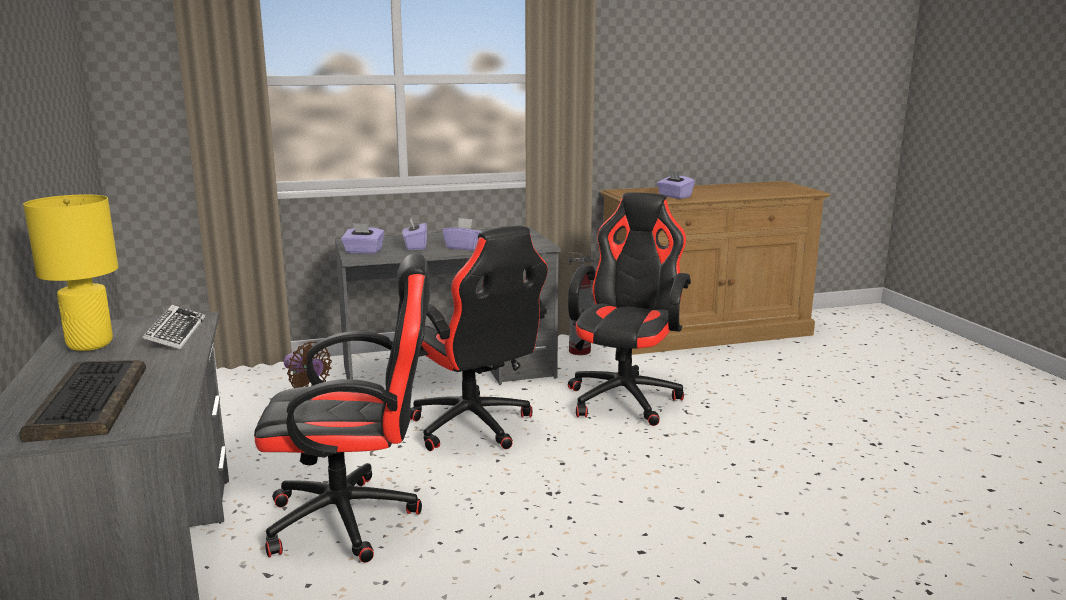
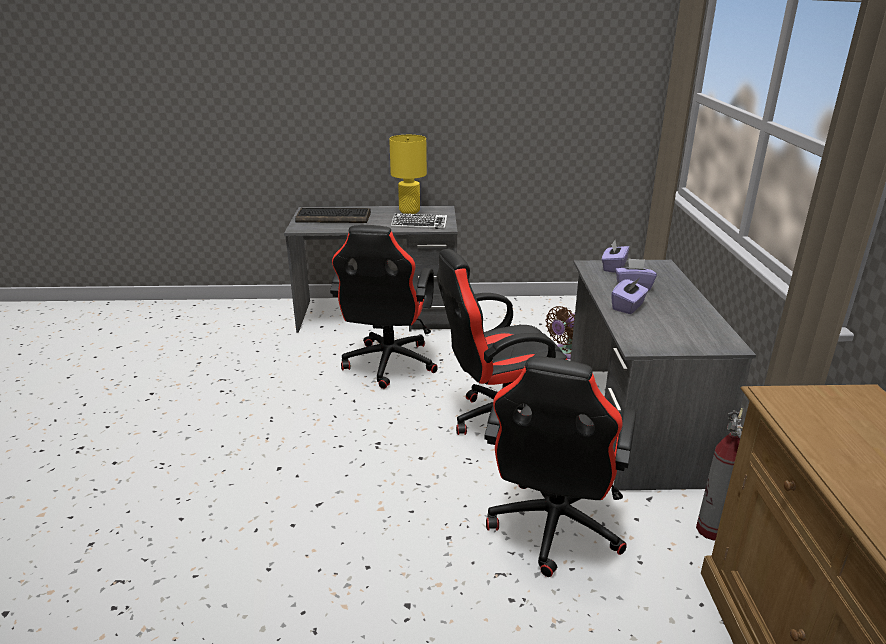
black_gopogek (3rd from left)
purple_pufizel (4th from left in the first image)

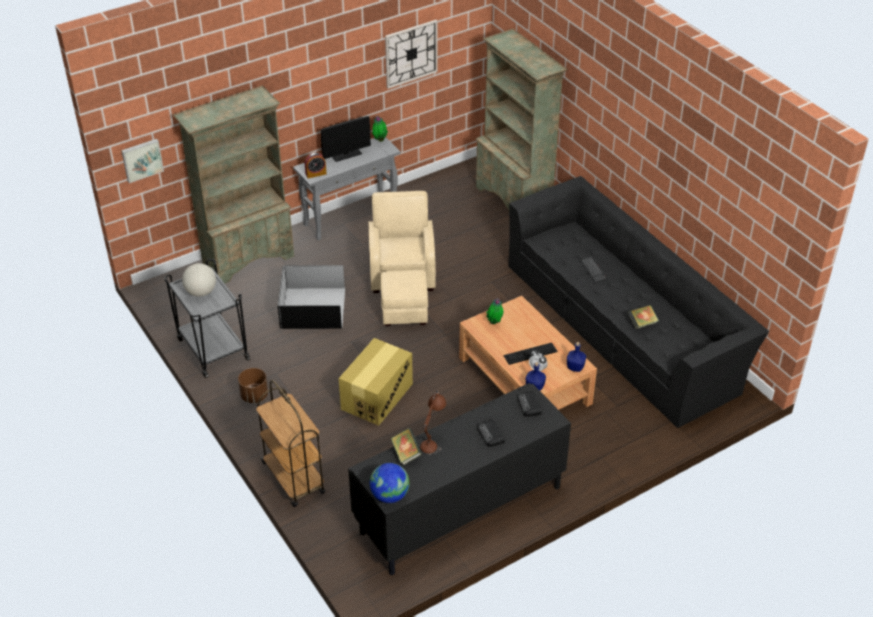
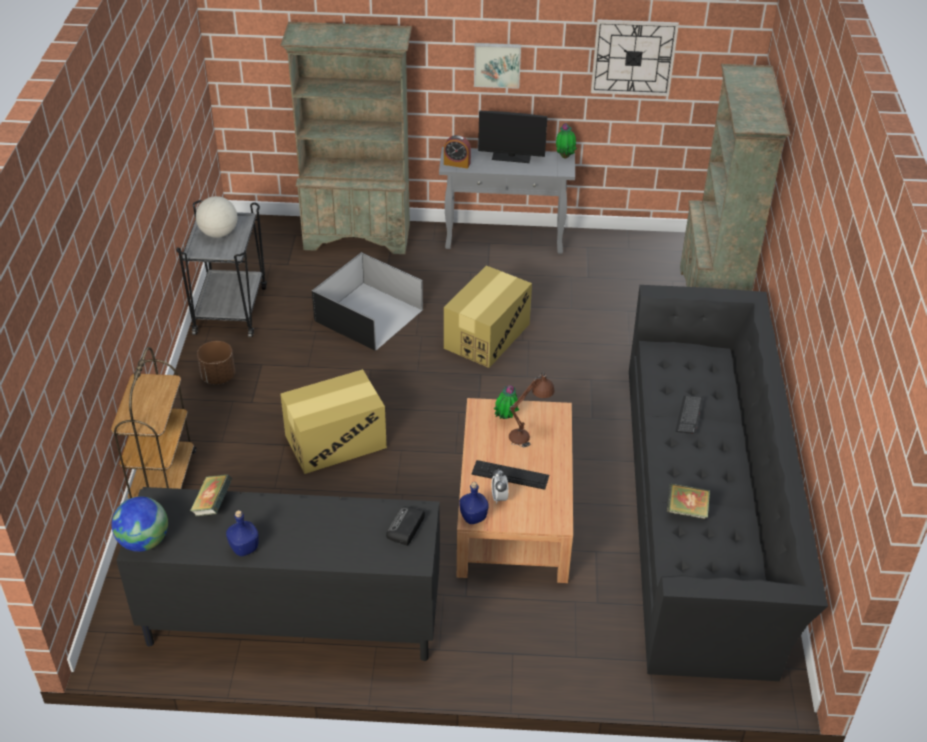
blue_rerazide (1st from left)
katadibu (2nd from left)
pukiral
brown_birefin
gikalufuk (1st from left in the first image)

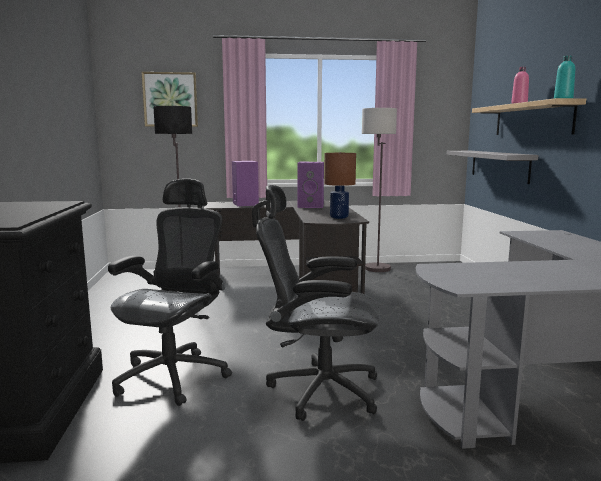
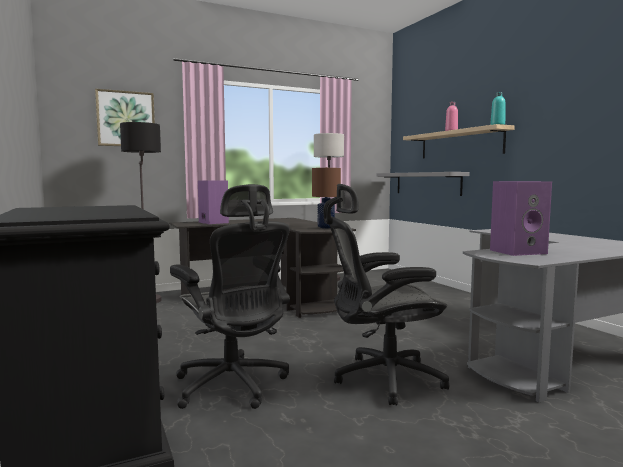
gopogek (1st from left)
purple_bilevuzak (2nd from left)

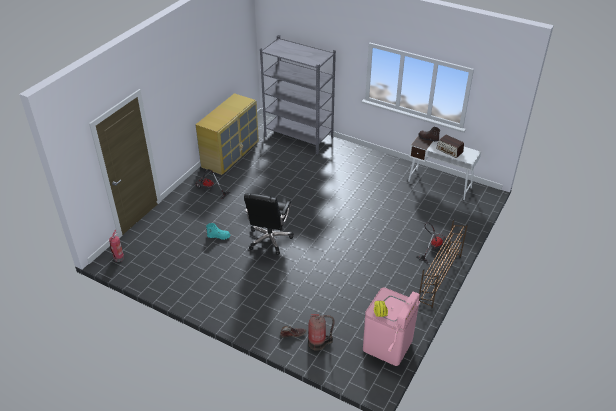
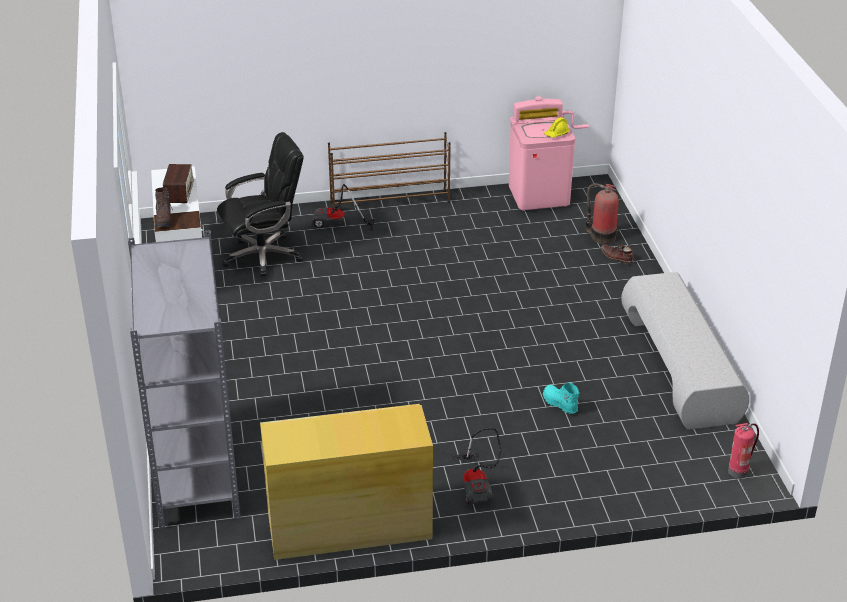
black_gopogek
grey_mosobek

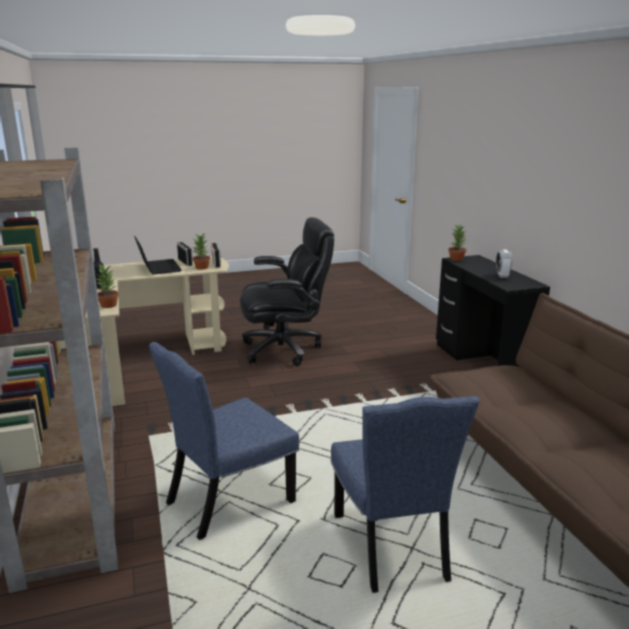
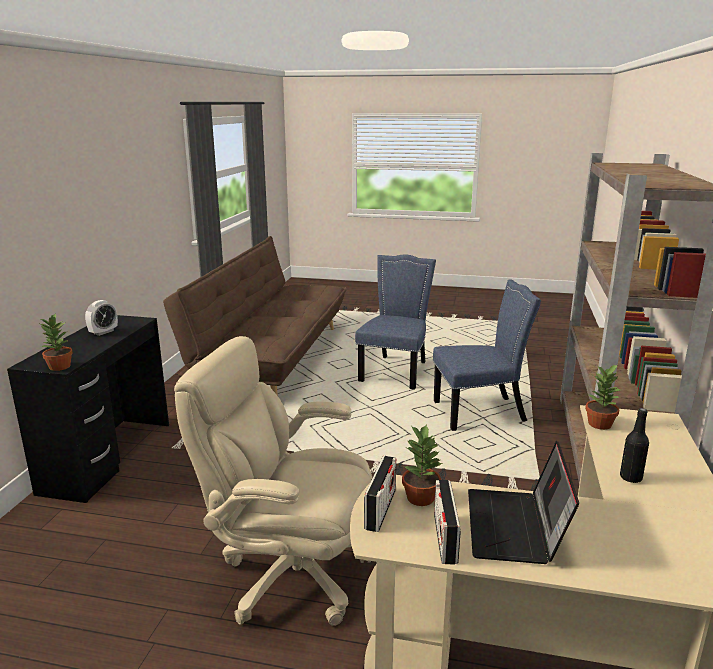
beige_gopogek

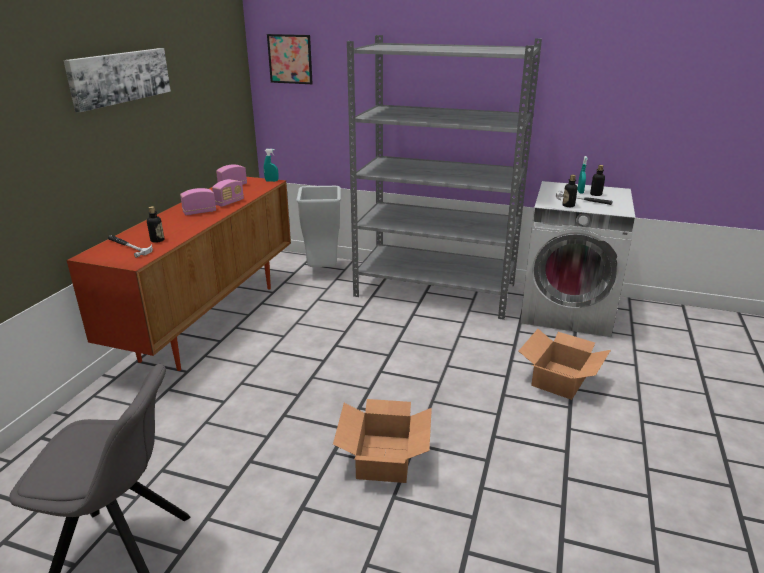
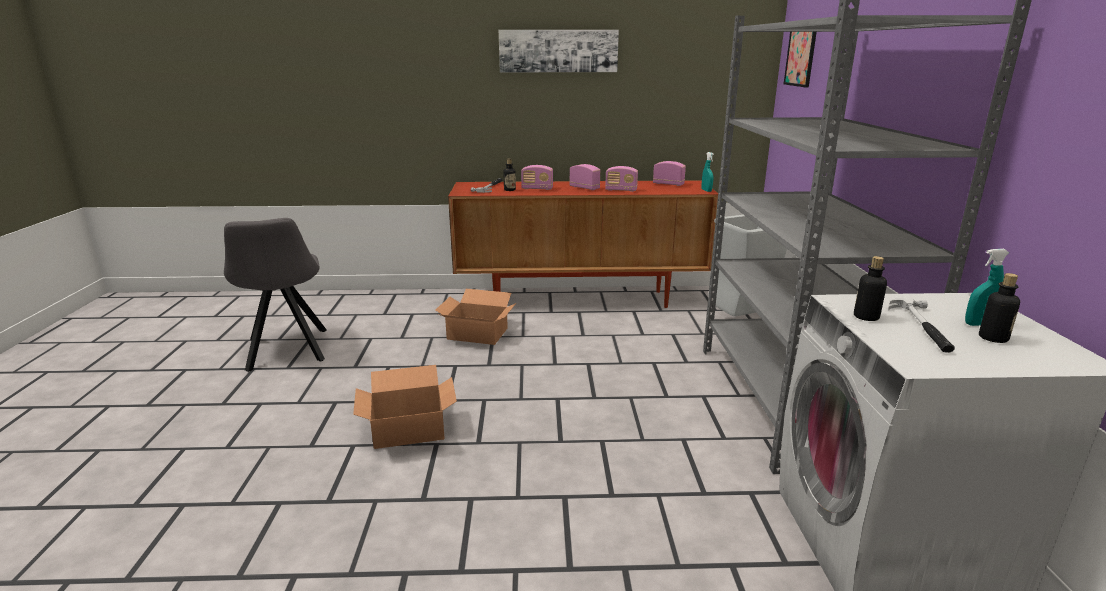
katadibu (2nd from left)
gikalufuk (1st from left)

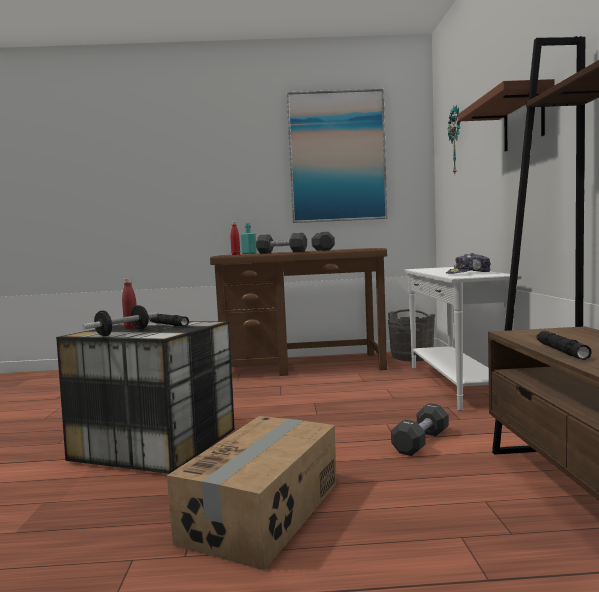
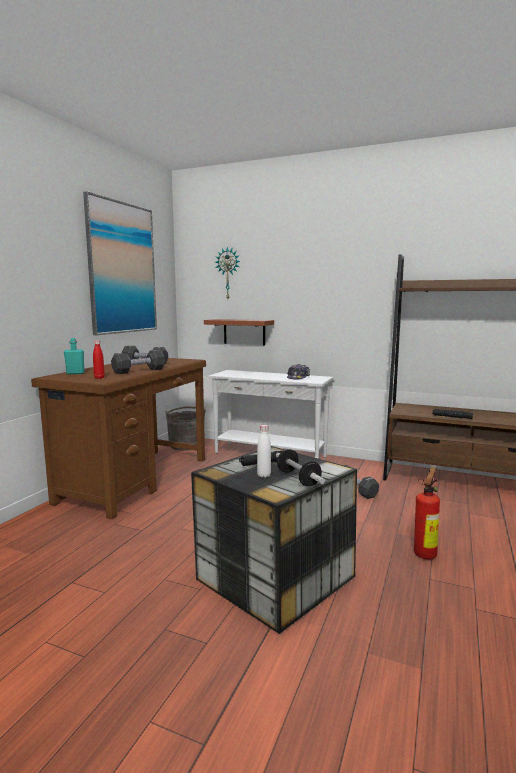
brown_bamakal
white_rerazide
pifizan

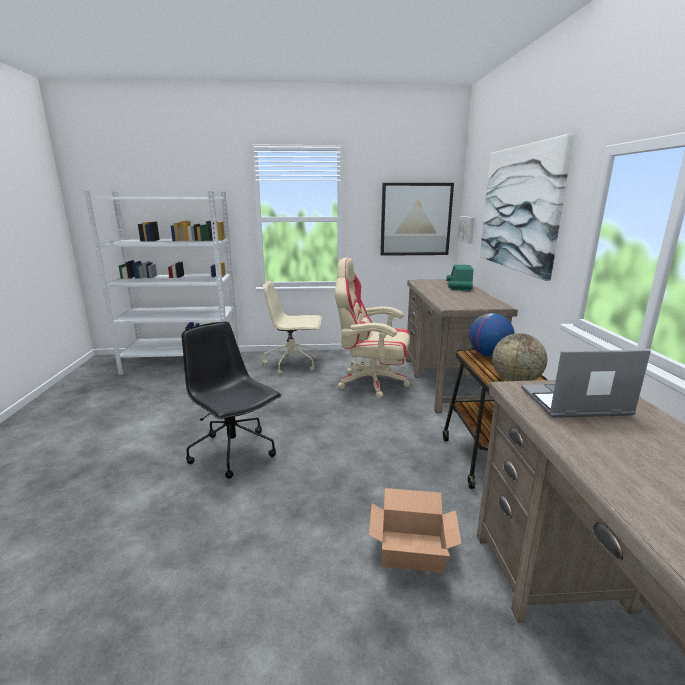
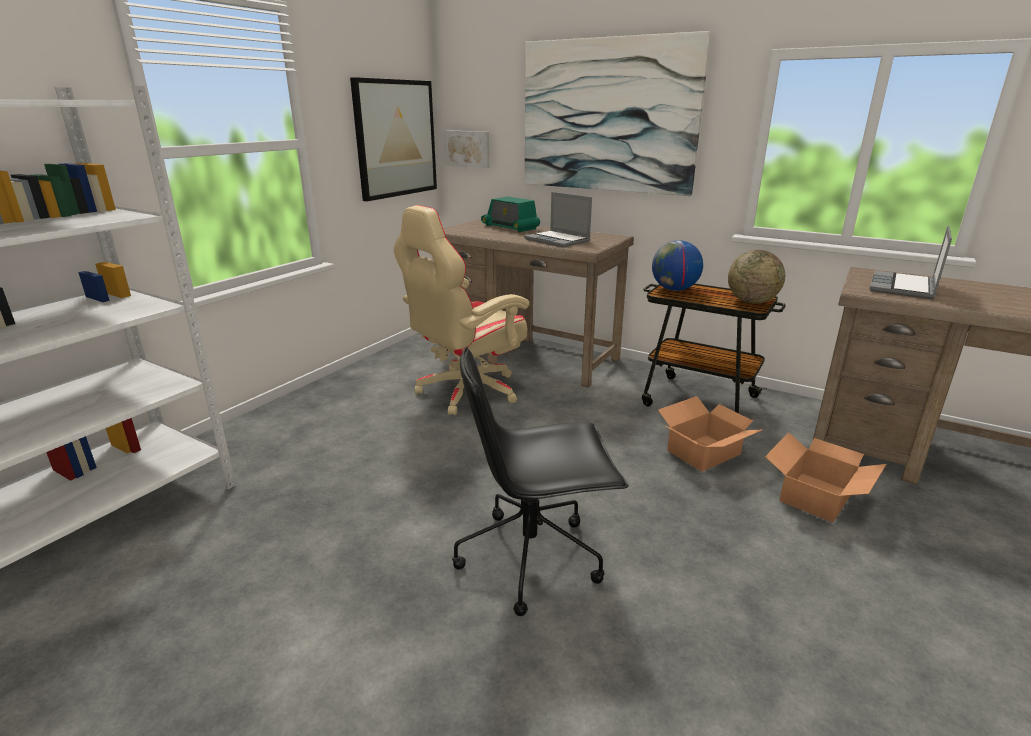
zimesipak (1st from left)
katadibu (1st from left)
beige_gopogek (1st from left in the first image)

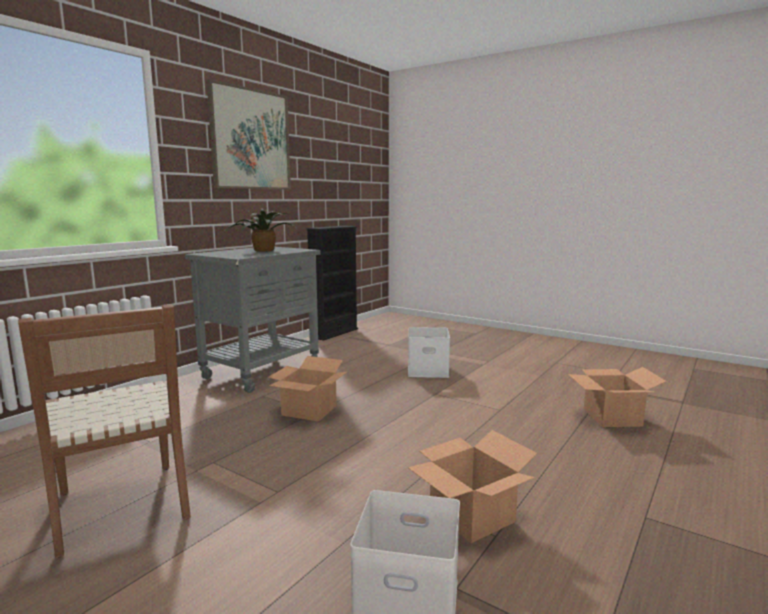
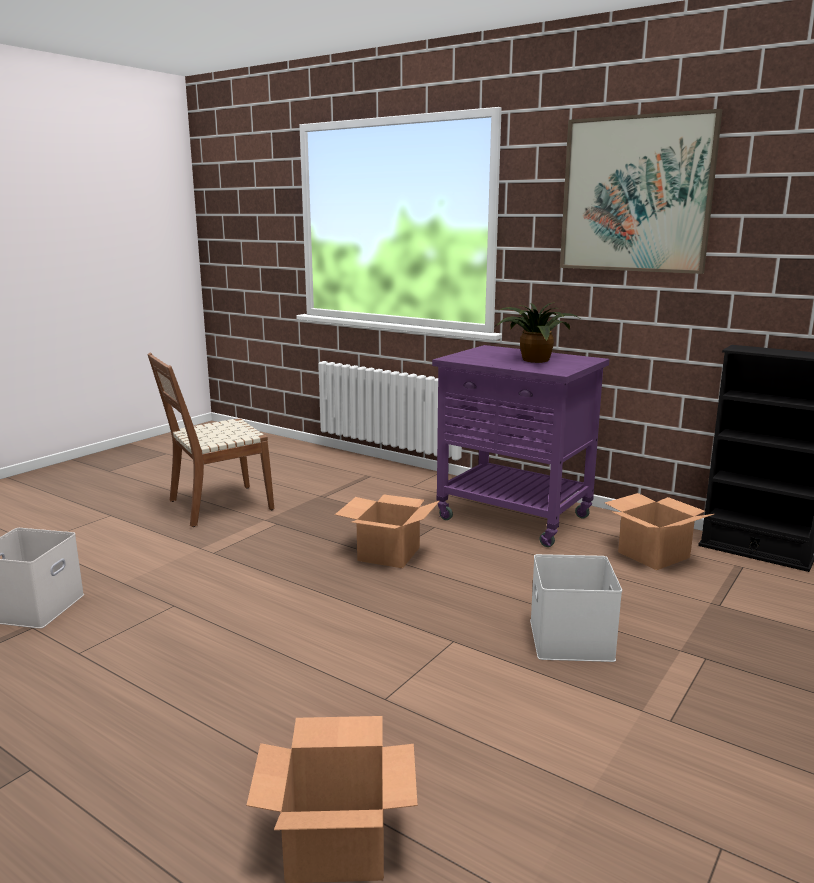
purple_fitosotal
katadibu (3rd from left)

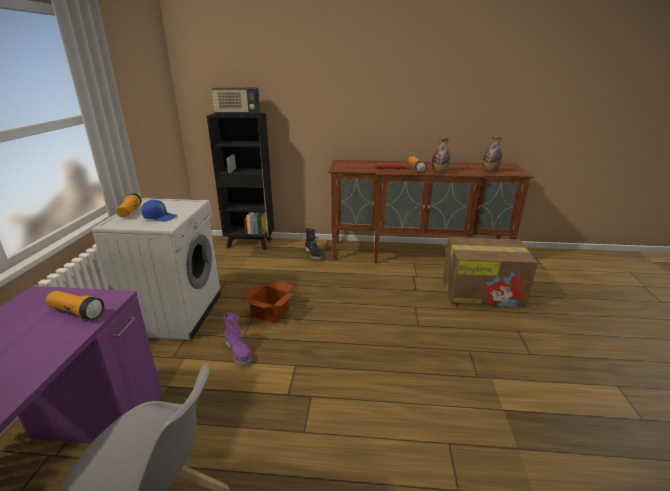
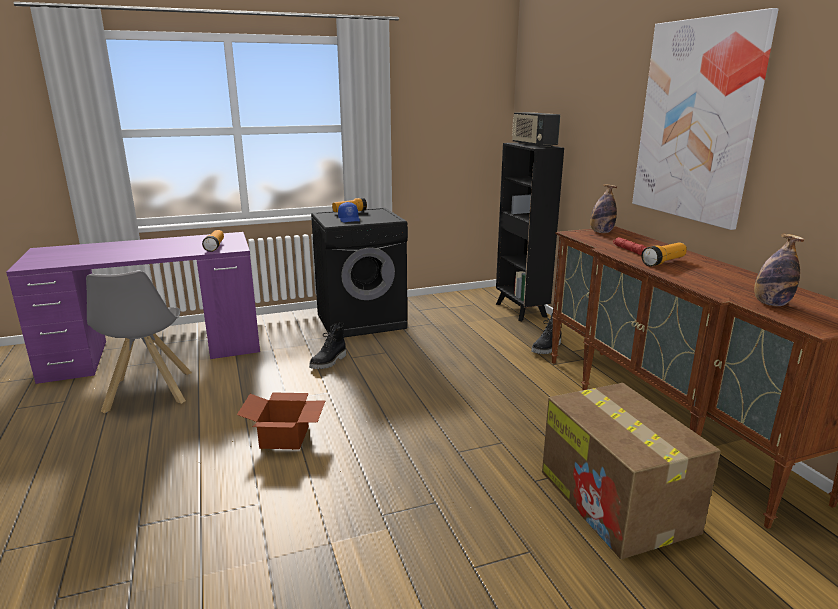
katadibu (1st from left)
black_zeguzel (1st from left)
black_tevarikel
rerazide (1st from left)
pukiral

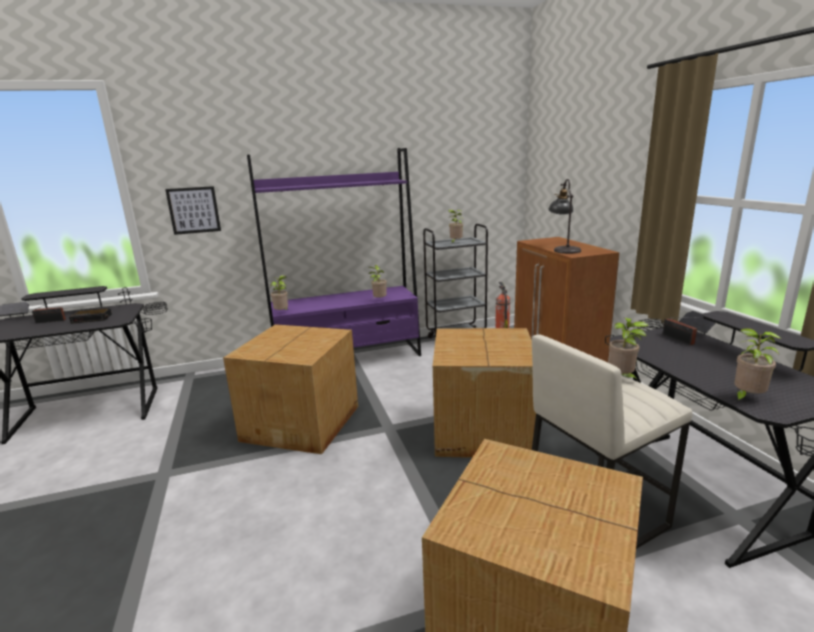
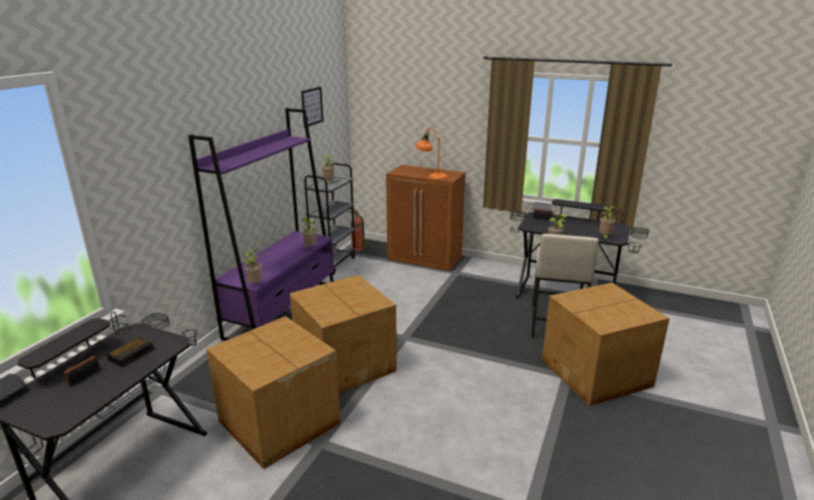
katadibu (1st from left)
pukiral
orange_birefin

